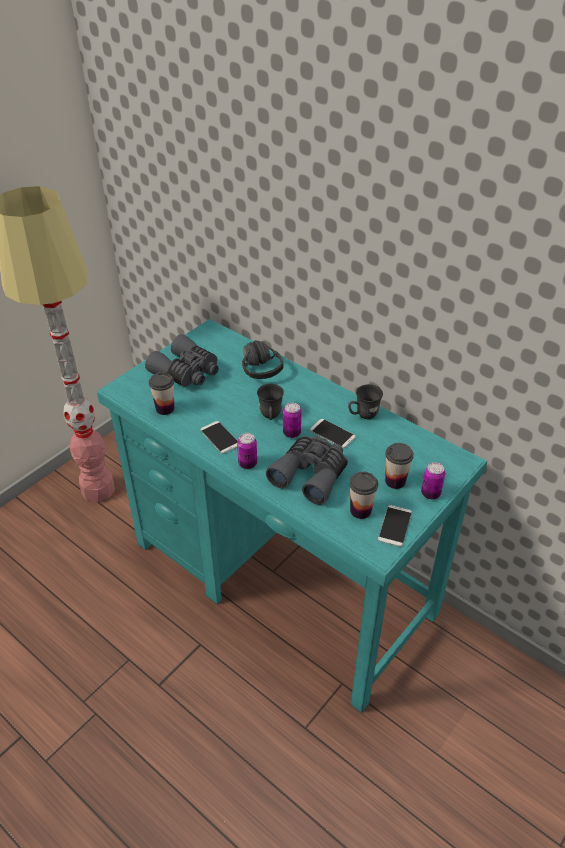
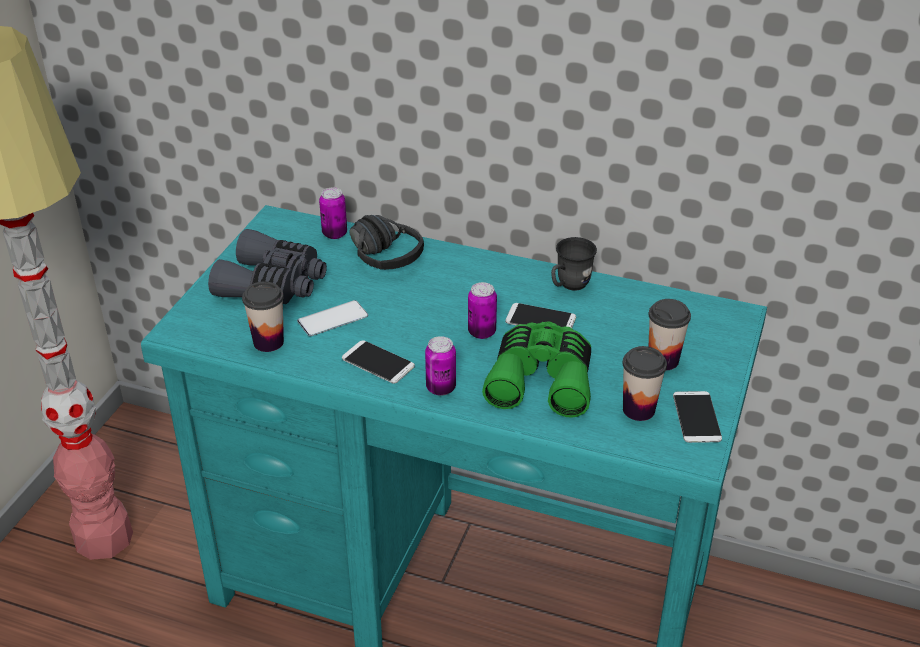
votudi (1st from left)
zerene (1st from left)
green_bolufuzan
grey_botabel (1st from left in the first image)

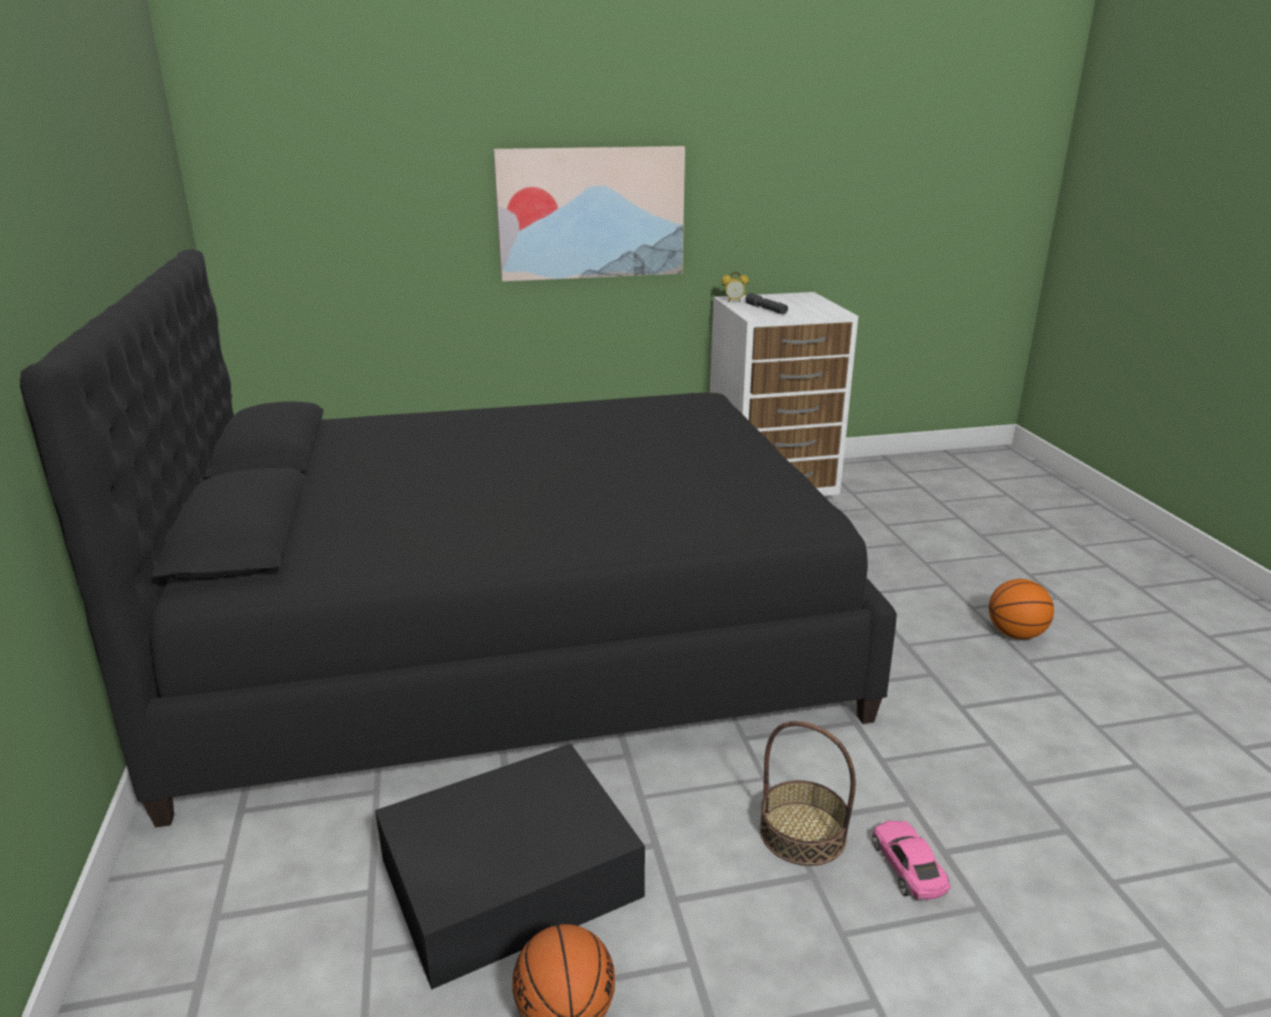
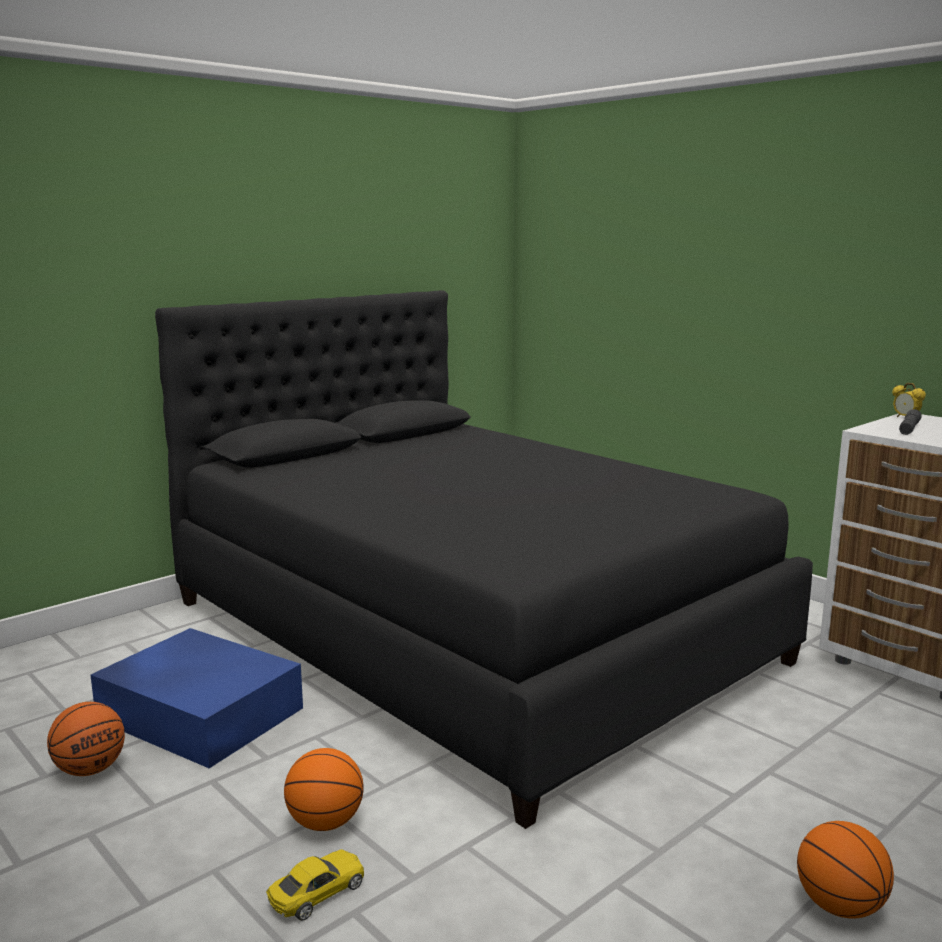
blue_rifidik
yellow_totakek
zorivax (2nd from left)
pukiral

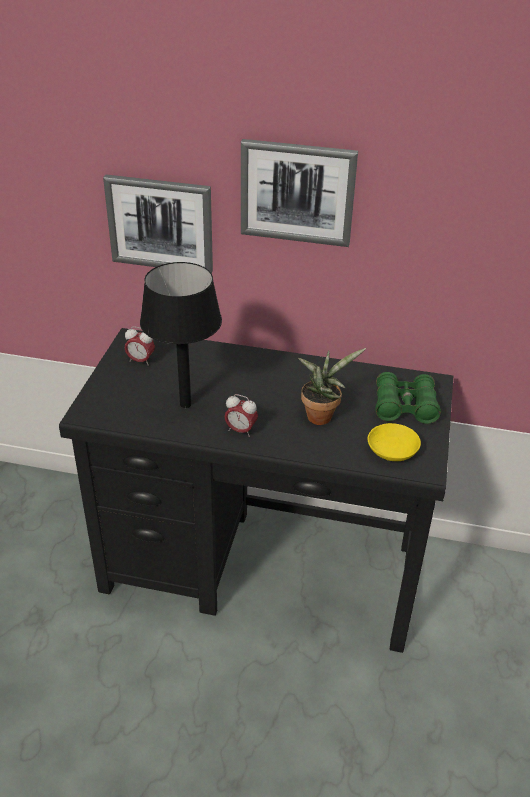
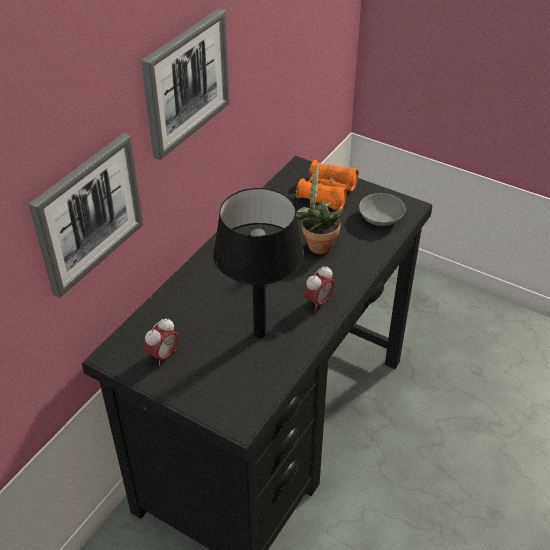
orange_bolufuzan
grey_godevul

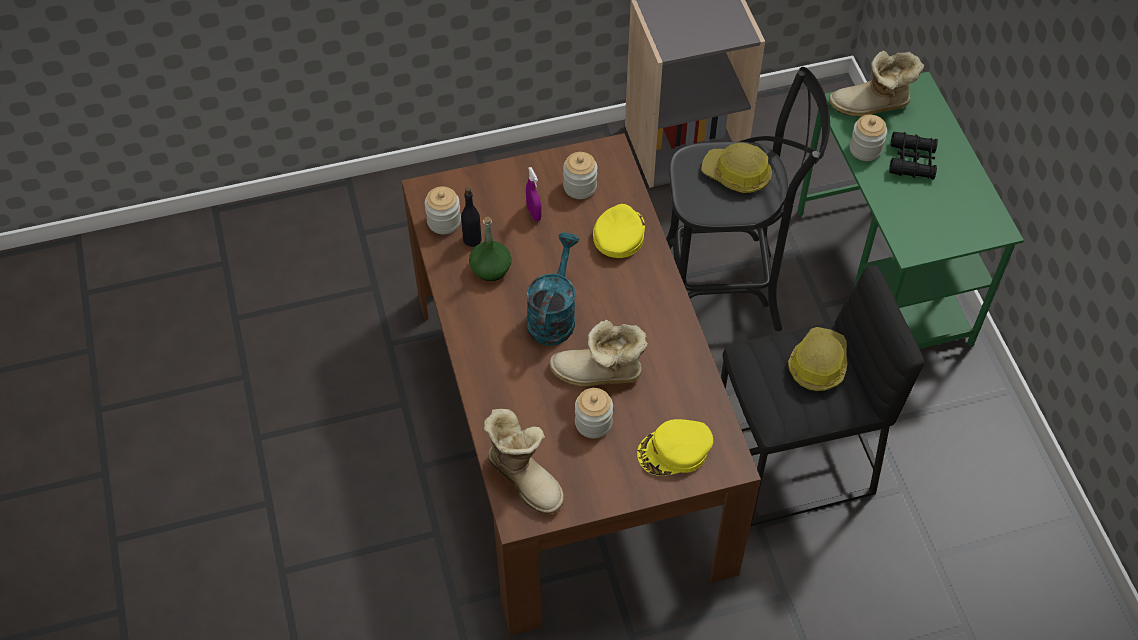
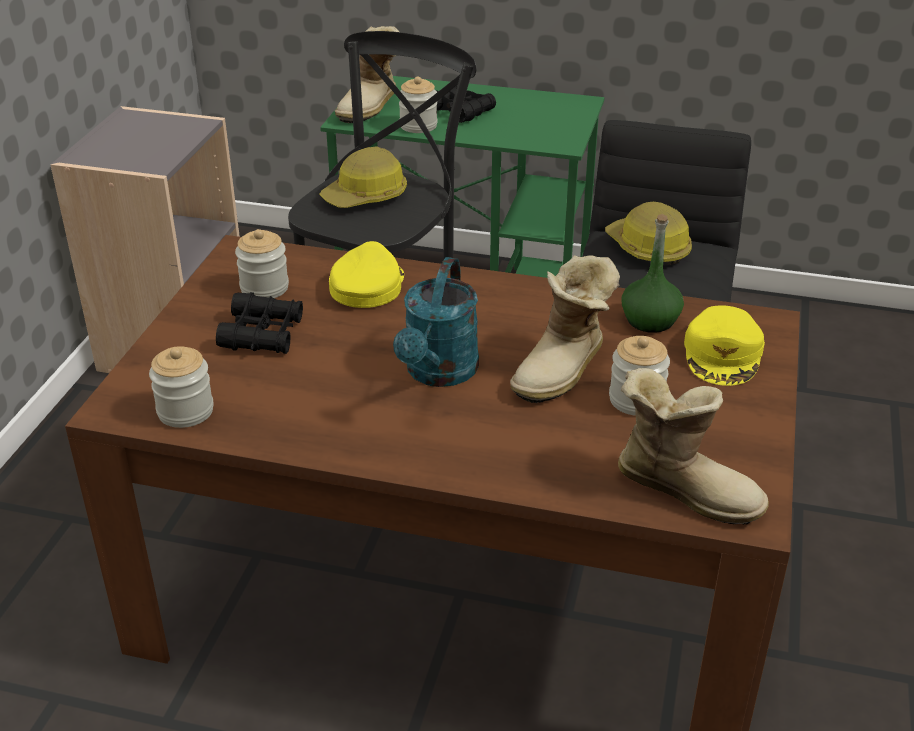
black_bolufuzan (1st from left)
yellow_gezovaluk (1st from left)
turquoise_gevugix
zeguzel (3rd from left)
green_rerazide
black_rerazide

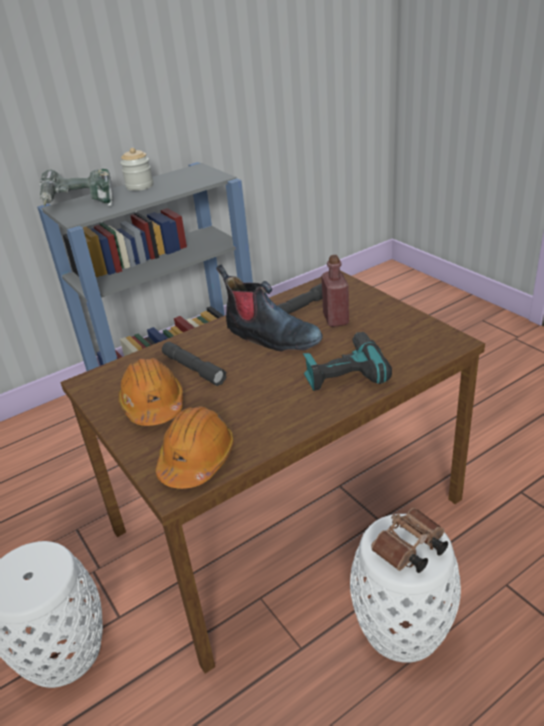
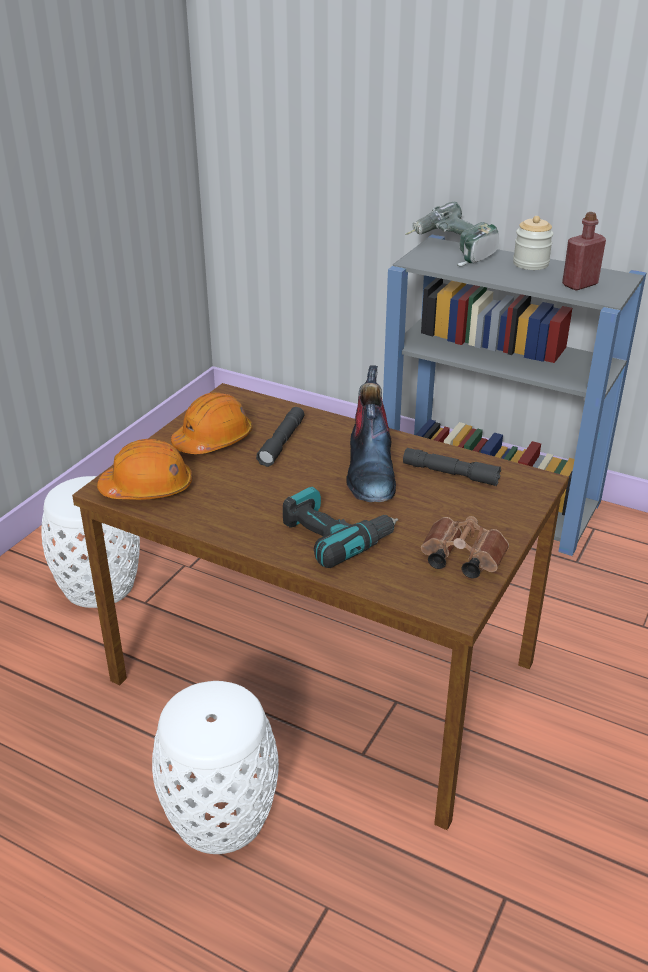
brown_bolufuzan
red_rerazide

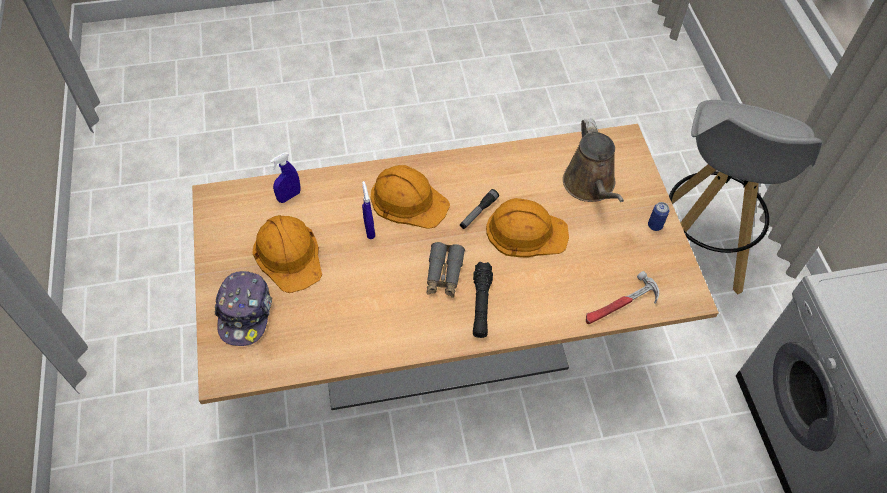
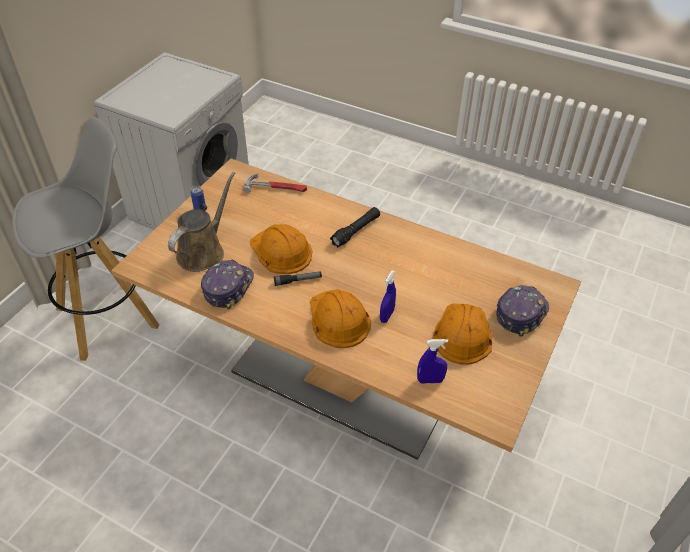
gezovaluk (1st from left)
grey_bolufuzan

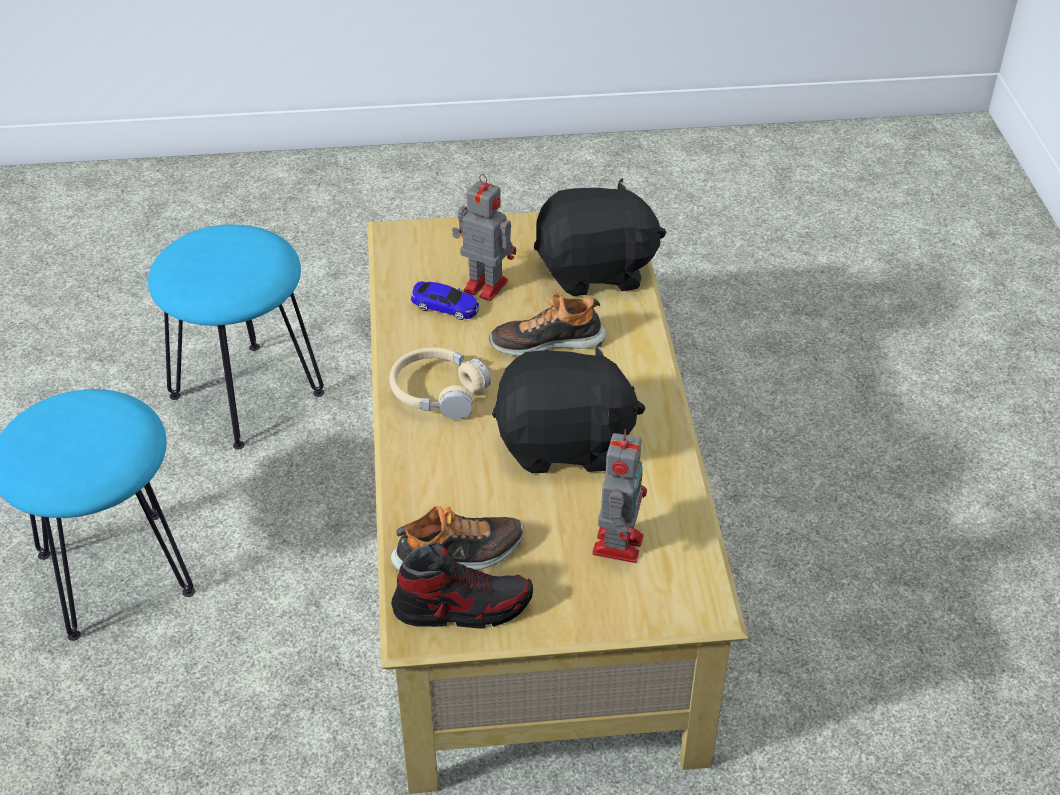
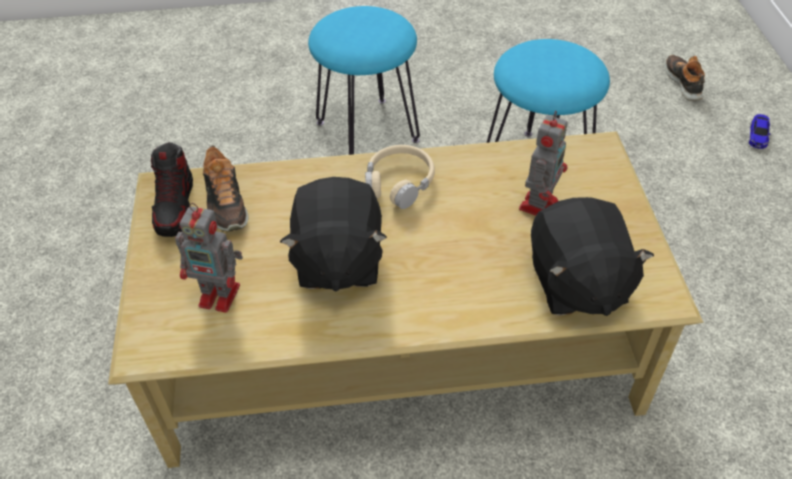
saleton (3rd from left)
totakek

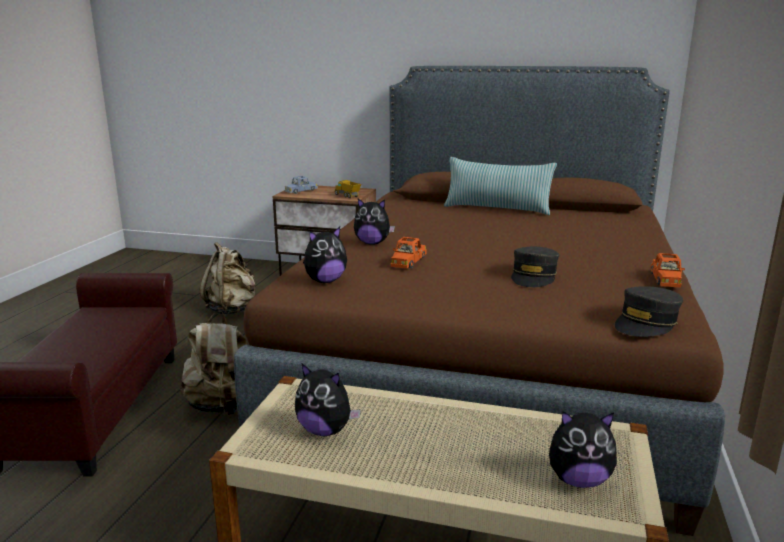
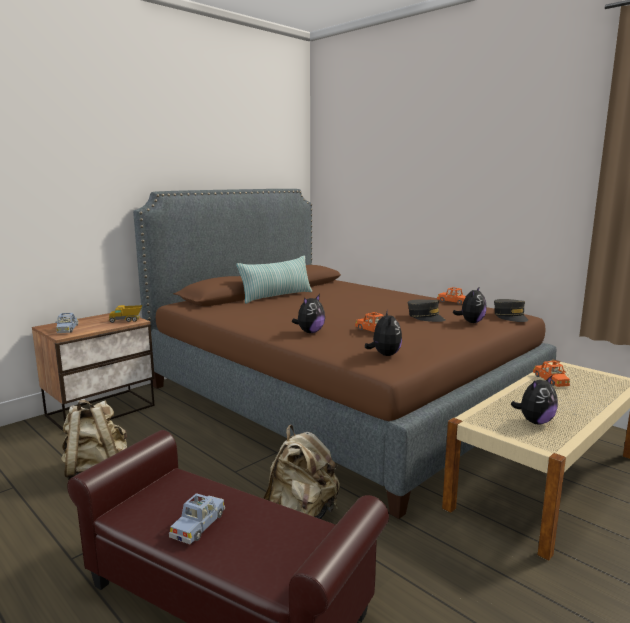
blue_totakek (2nd from left)
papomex (3rd from left)
orange_totakek (3rd from left)

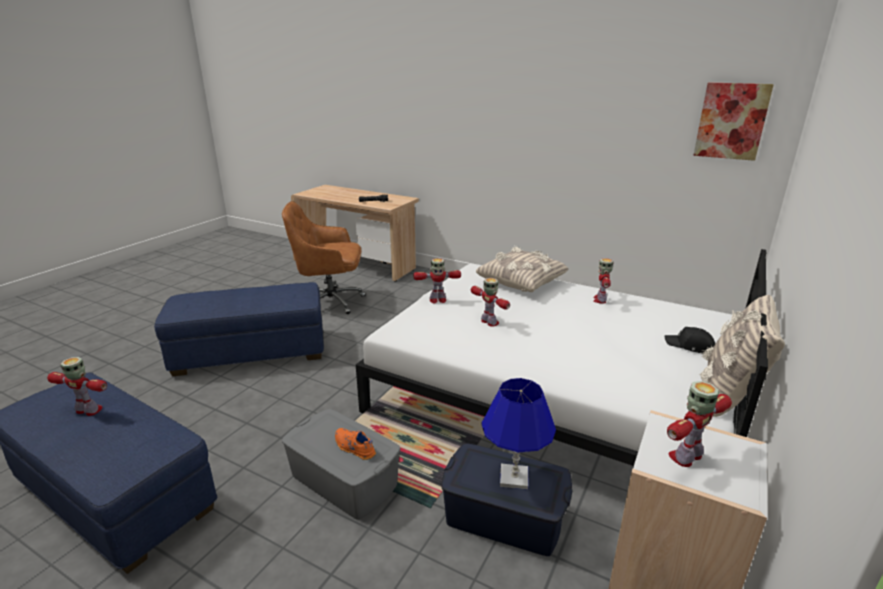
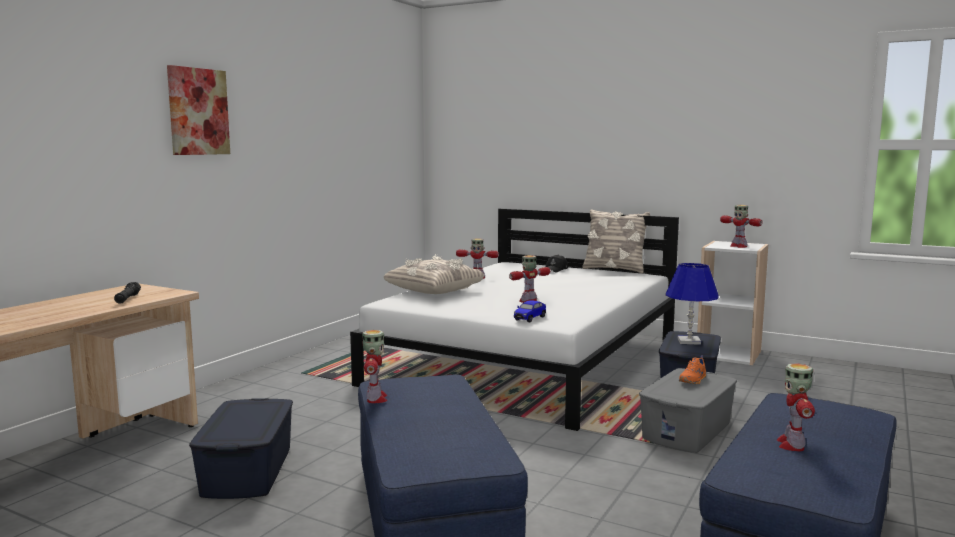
pukiral
blue_rifidik (1st from left)
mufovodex (1st from left)
totakek

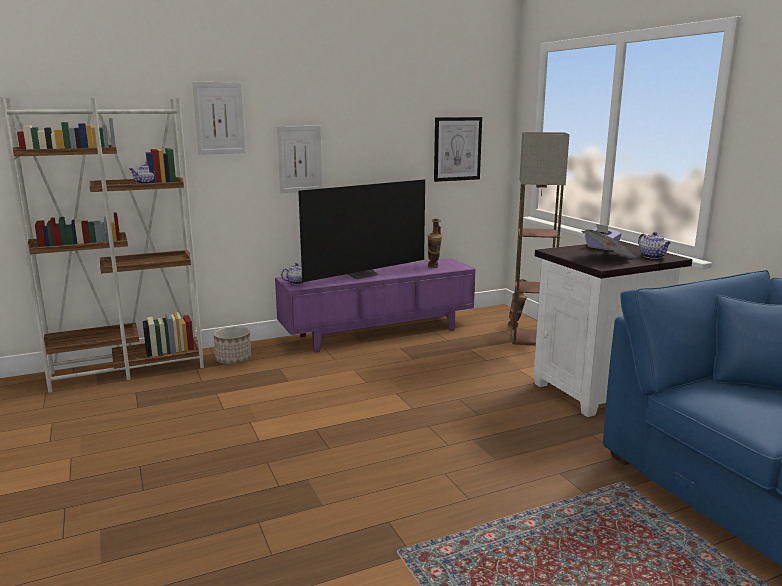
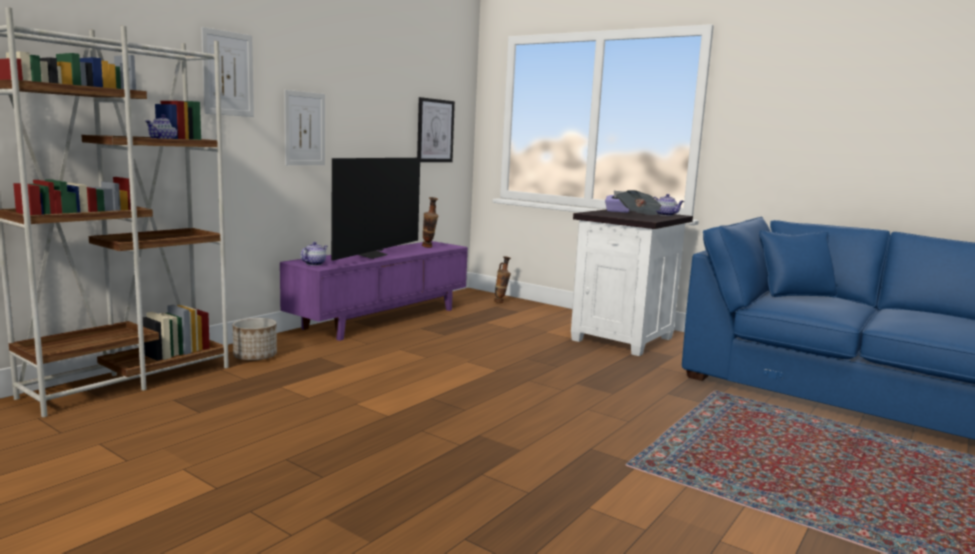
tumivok

